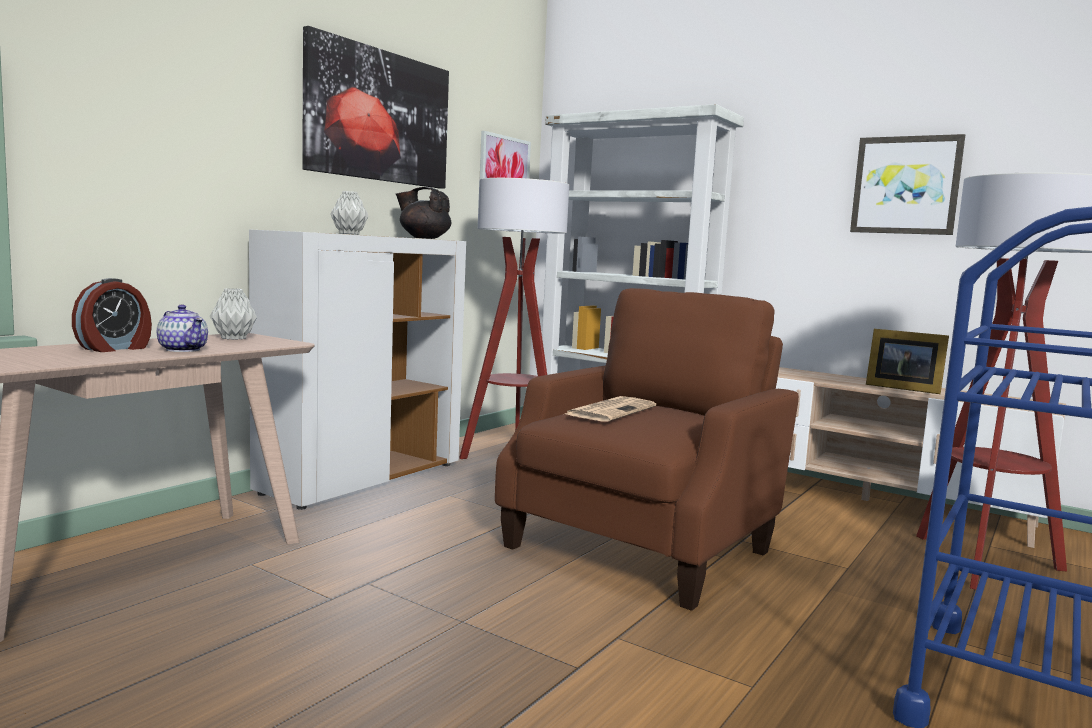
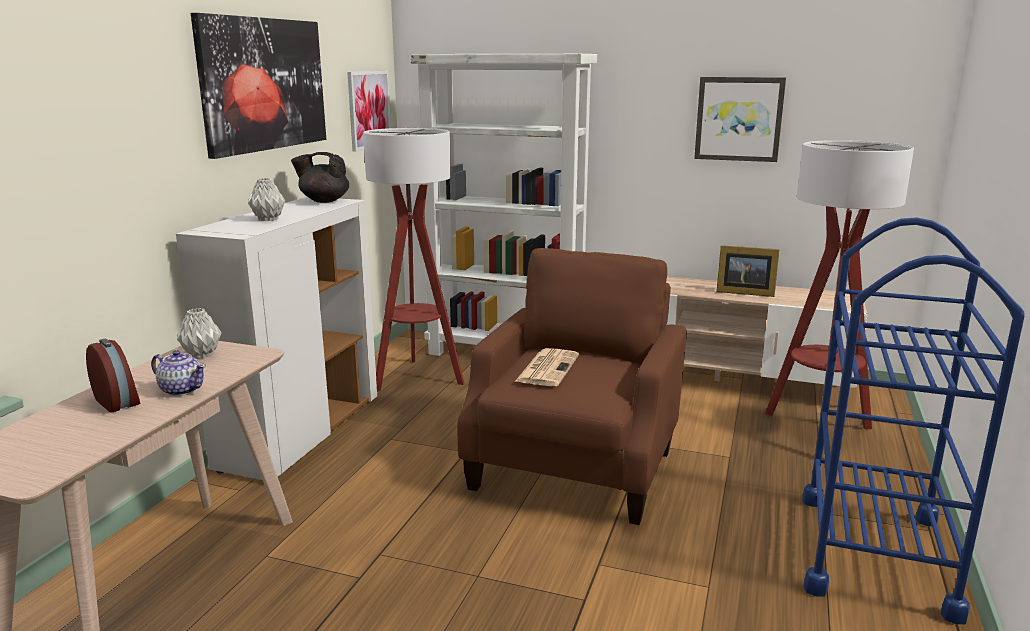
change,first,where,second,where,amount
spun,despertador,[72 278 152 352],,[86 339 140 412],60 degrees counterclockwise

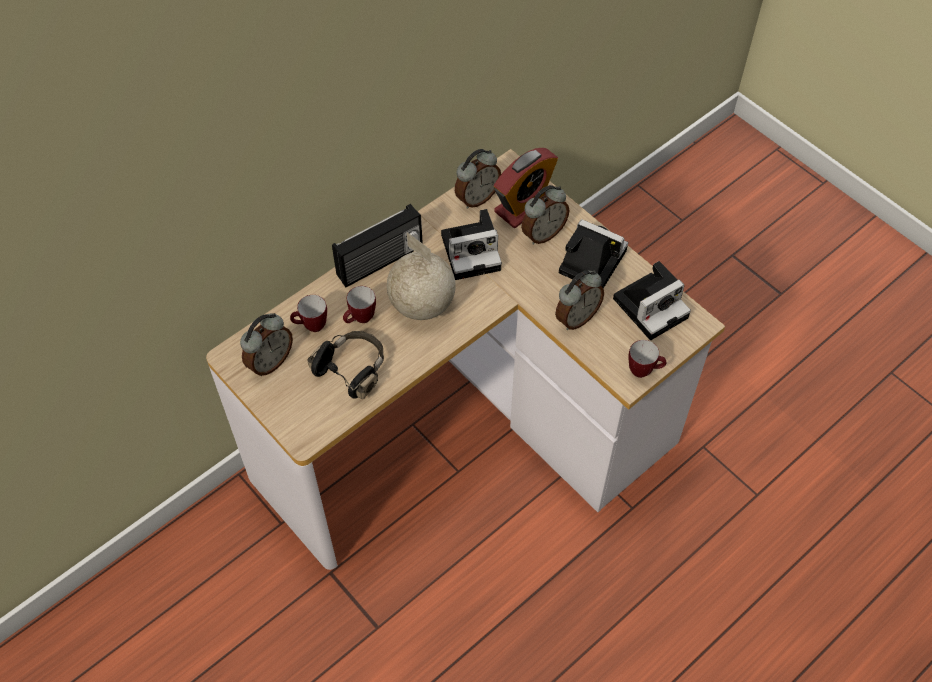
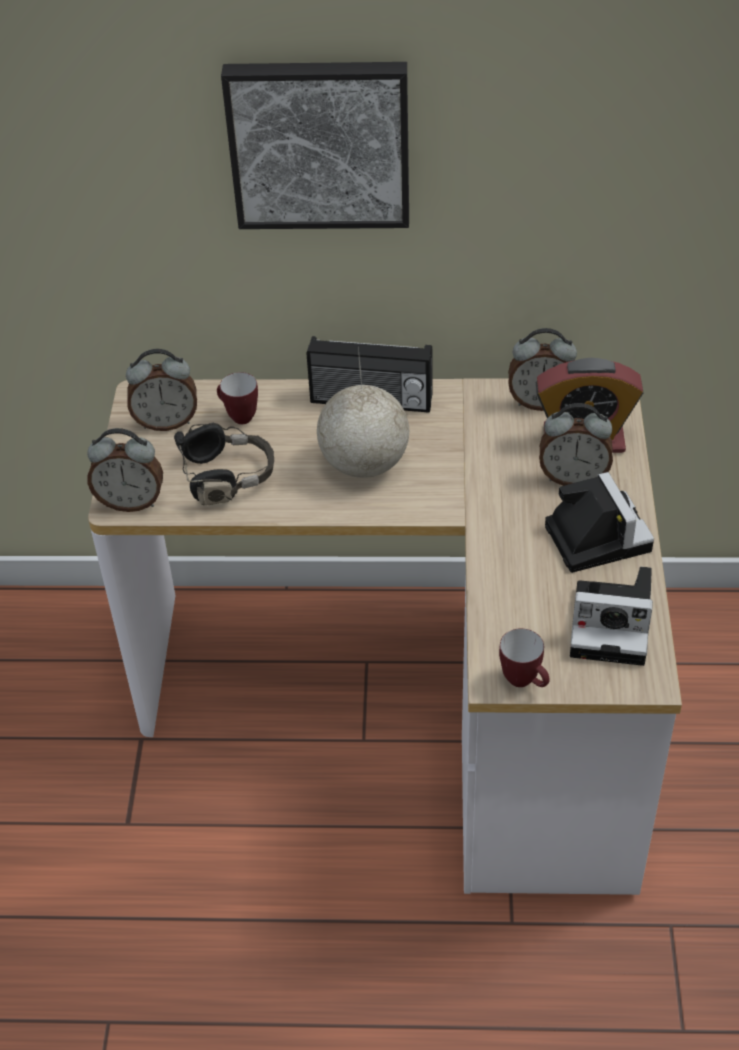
change,first,where,second,where,amount
missing,taza grande,[343 286 376 323],,,
missing,cámara,[441 209 502 280],,,
appeared,,,cuadro,[221 62 409 229],
relocated,despertador,[555 270 604 330],,[87 428 163 512],

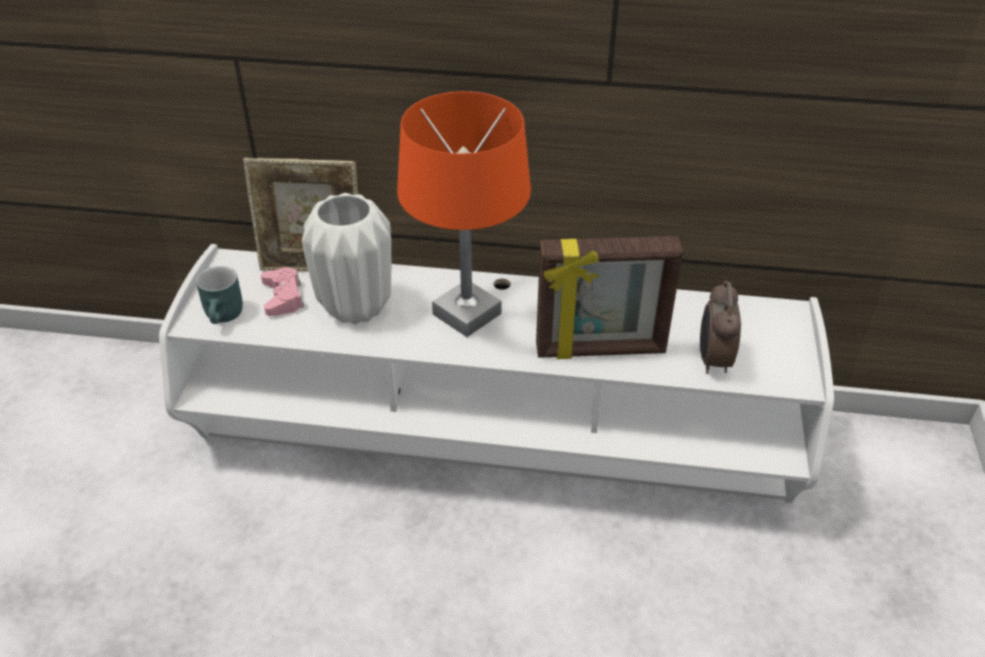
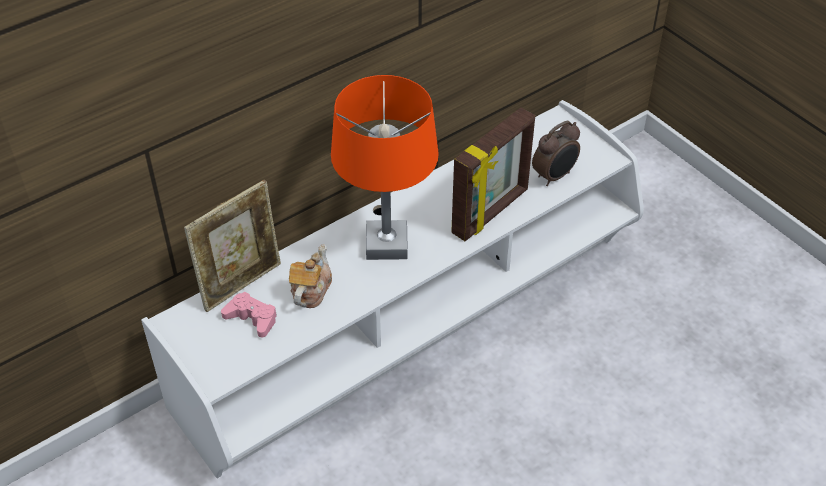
change,first,where,second,where,amount
missing,taza grande/turquesa,[196 266 243 324],,,
exchanged,florero/blanco,[302 193 391 324],tetera,[289 244 332 308],
spun,despertador,[700 280 741 374],,[532 121 580 186],90 degrees counterclockwise

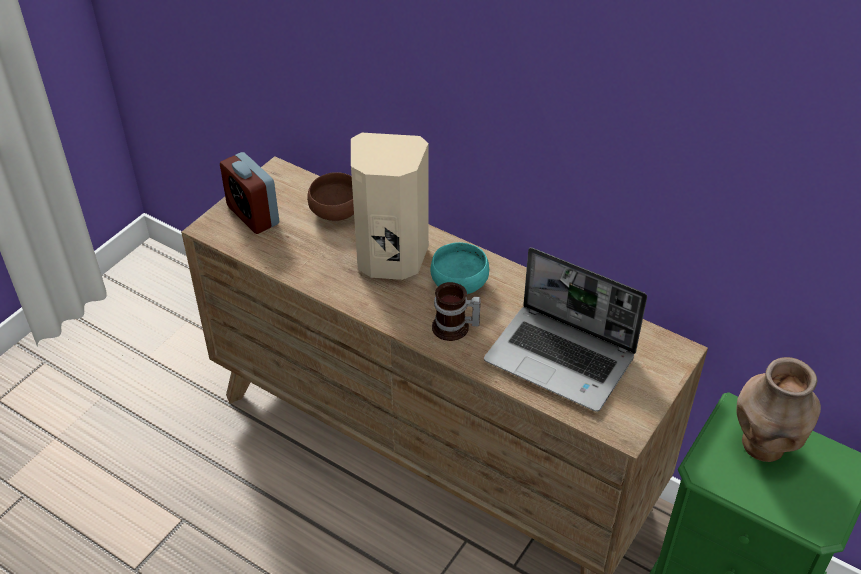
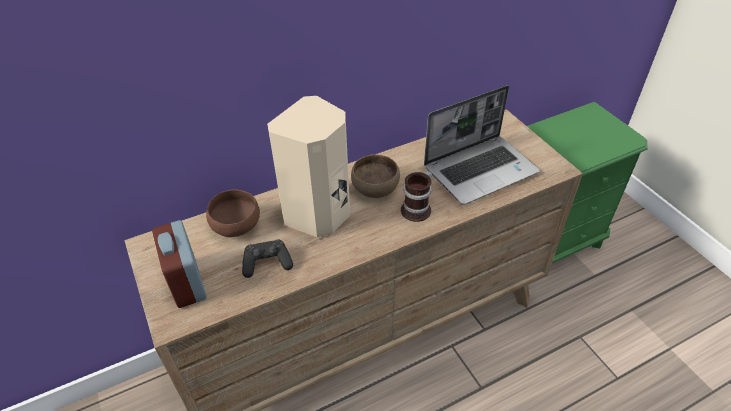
change,first,where,second,where,amount
missing,florero/marrón,[736 357 821 462],,,
appeared,,,mando de consola/negro,[242 239 293 278],
colour,cuenco/turquesa,[430 242 489 294],cuenco/marrón,[351 154 400 198],
spun,despertador,[220 152 280 234],,[152 220 207 308],75 degrees clockwise

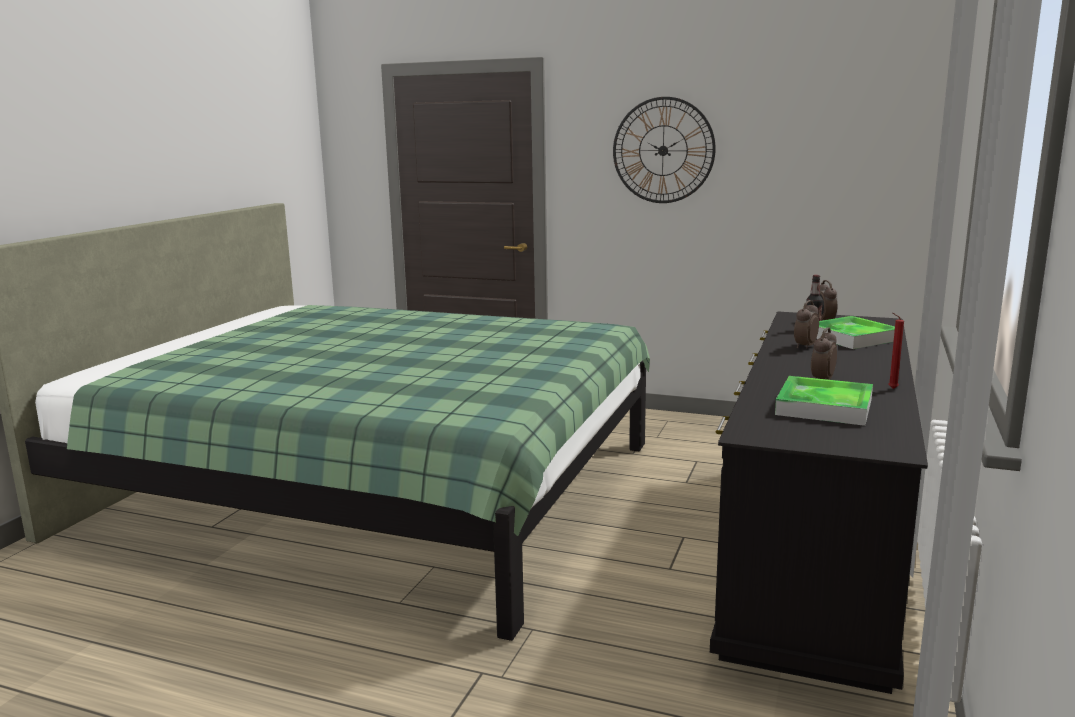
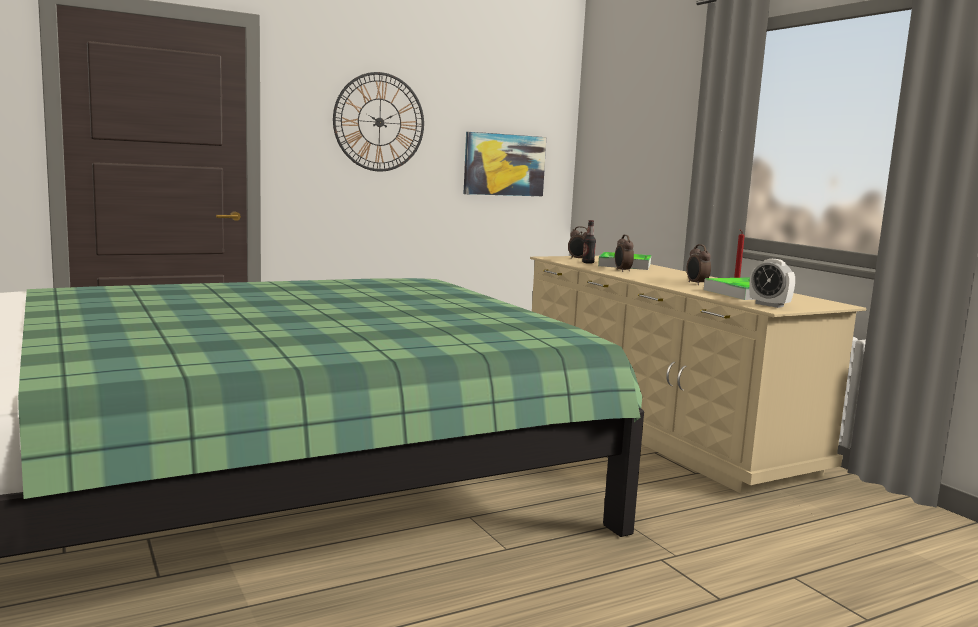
change,first,where,second,where,amount
appeared,,,cuadro,[464 132 546 196],
appeared,,,despertador,[749 259 795 308],
colour,cómoda/negro,[710 311 928 694],cómoda/beis,[530 256 867 494],

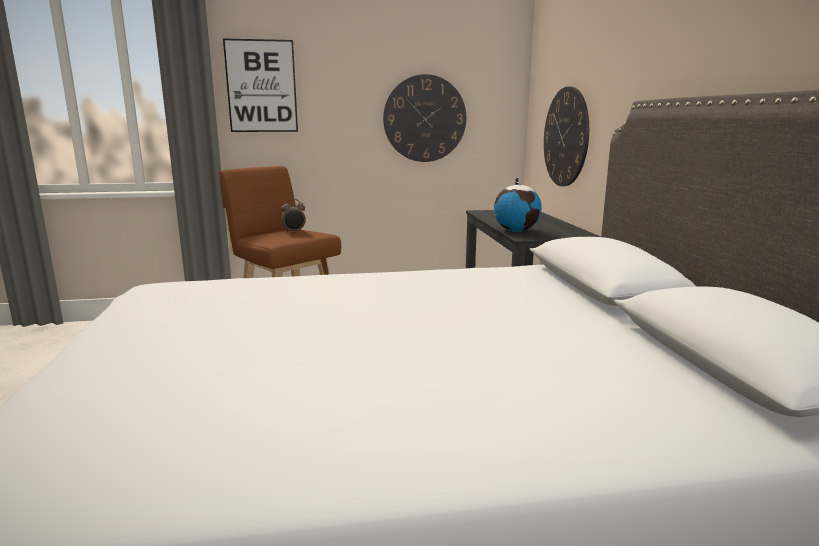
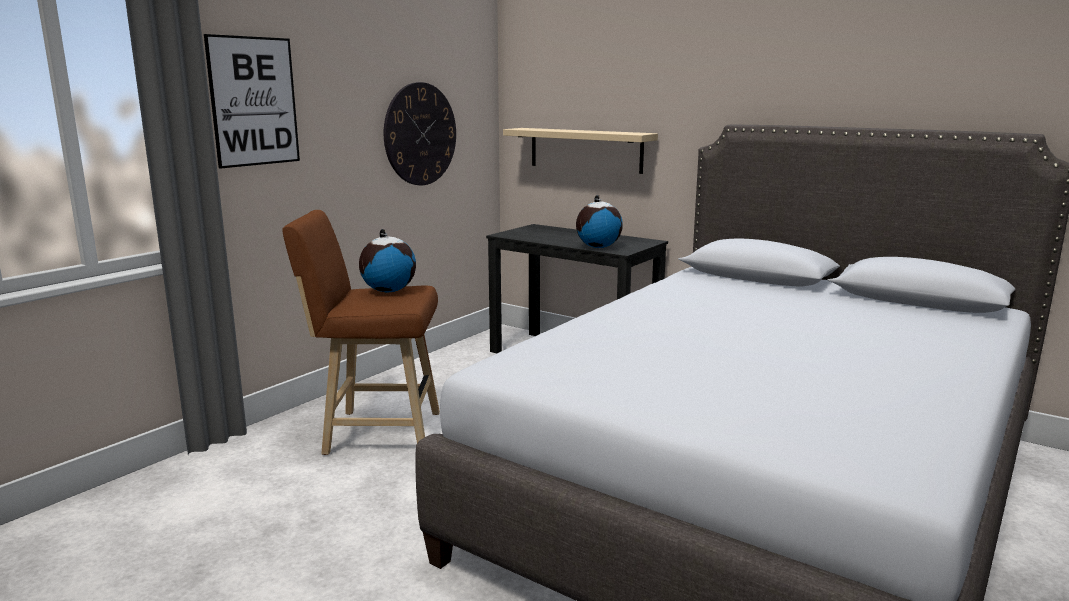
change,first,where,second,where,amount
exchanged,despertador,[281 199 306 233],globo terráqueo,[359 229 416 292],
exchanged,reloj de pared,[544 86 589 186],estante/beis,[503 128 658 174],

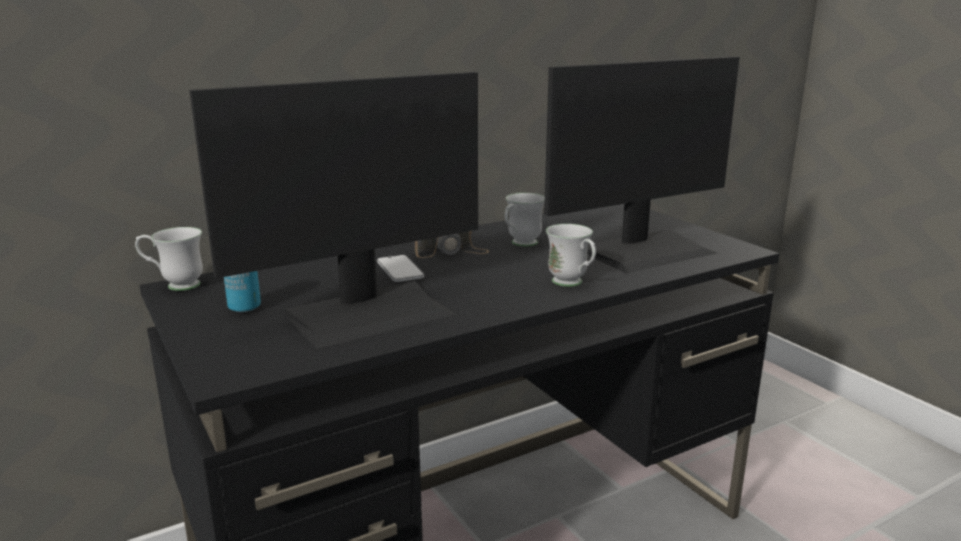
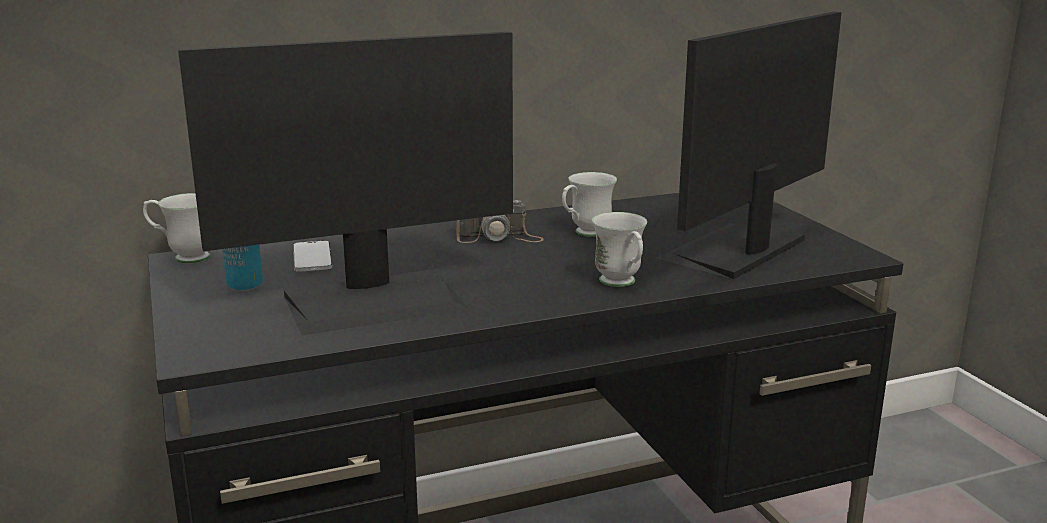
change,first,where,second,where,amount
relocated,móvil,[377 255 424 282],,[293 241 333 272],
spun,monitor,[544 56 740 273],,[656 12 842 279],150 degrees clockwise

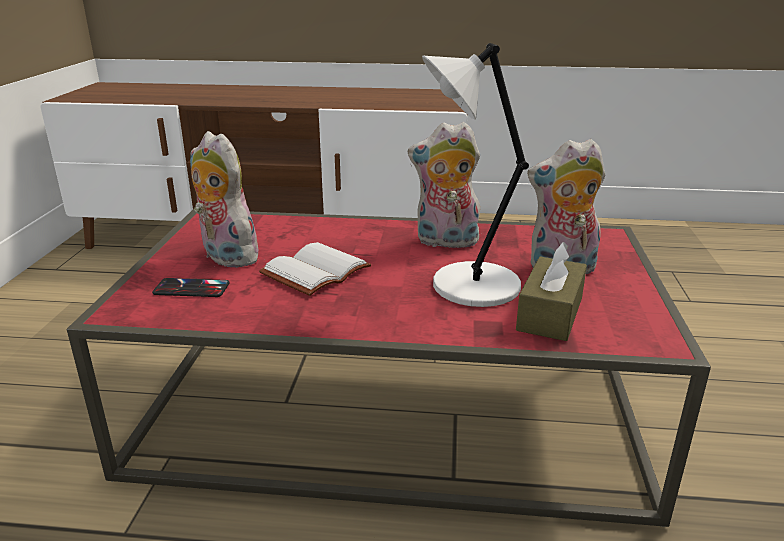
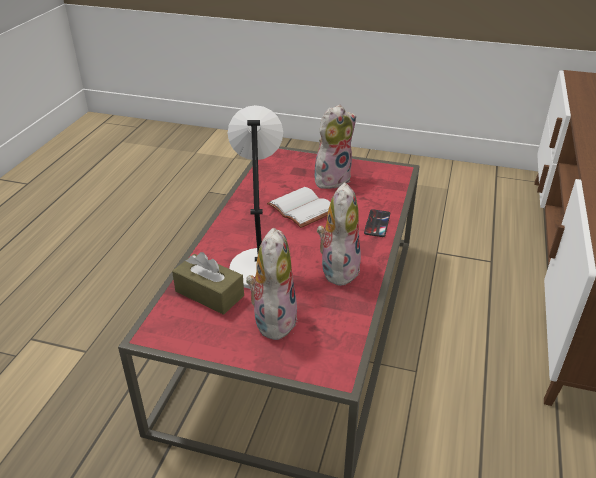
change,first,where,second,where,amount
relocated,móvil,[152 278 230 297],,[364 209 390 237],

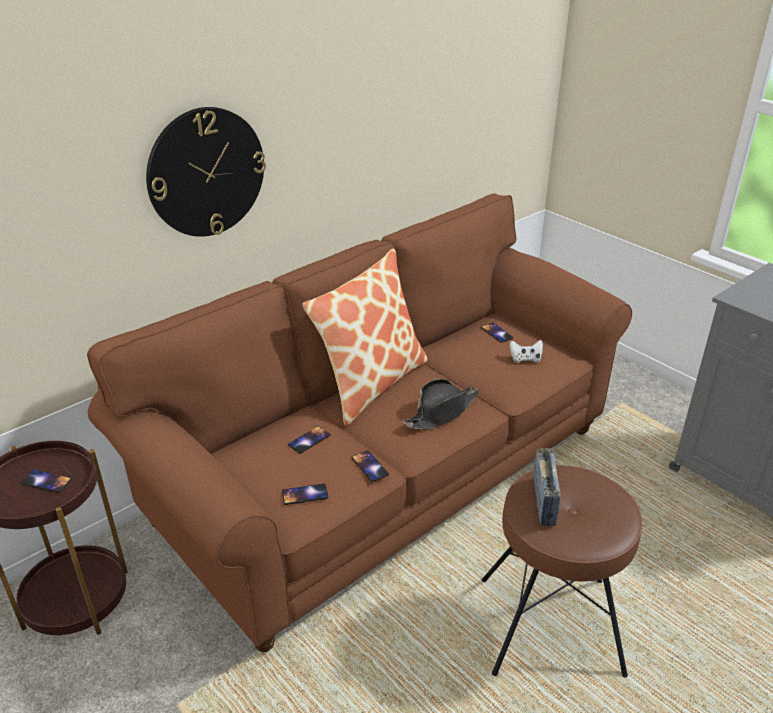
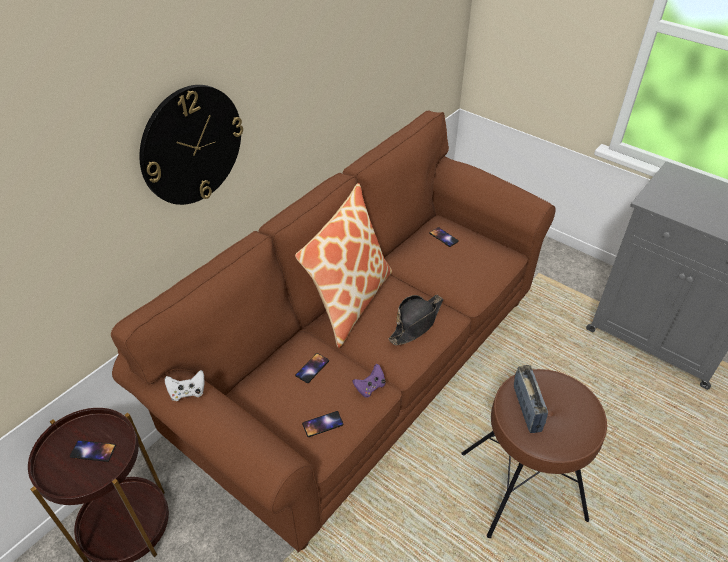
change,first,where,second,where,amount
relocated,mando de consola/blanco,[510 340 543 363],,[165 370 204 401],
exchanged,móvil,[351 450 389 482],mando de consola/morado,[353 364 386 398],

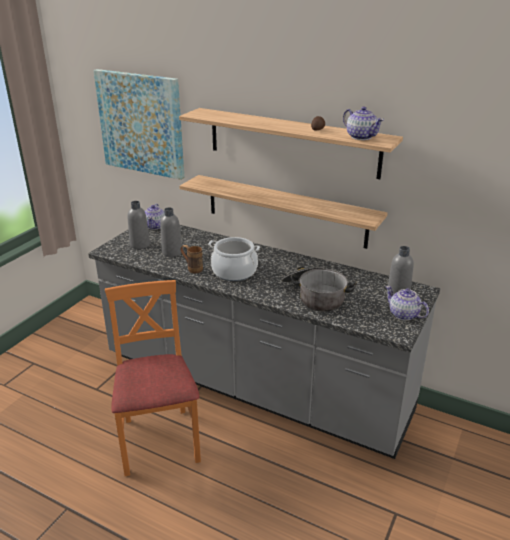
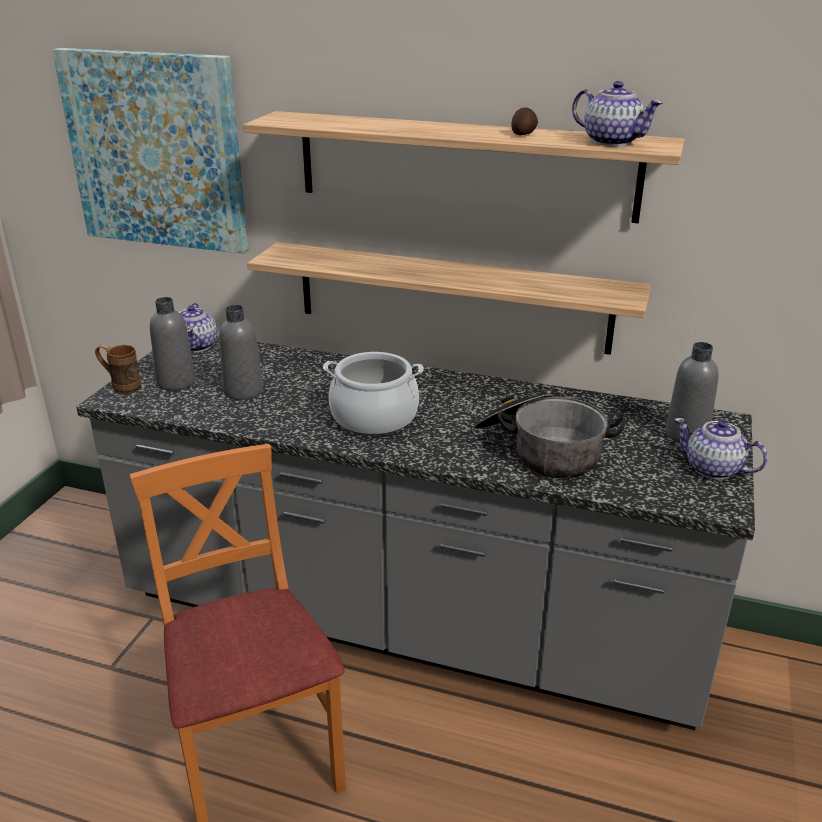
change,first,where,second,where,amount
relocated,taza grande/marrón,[180 245 203 273],,[95 344 141 394],

